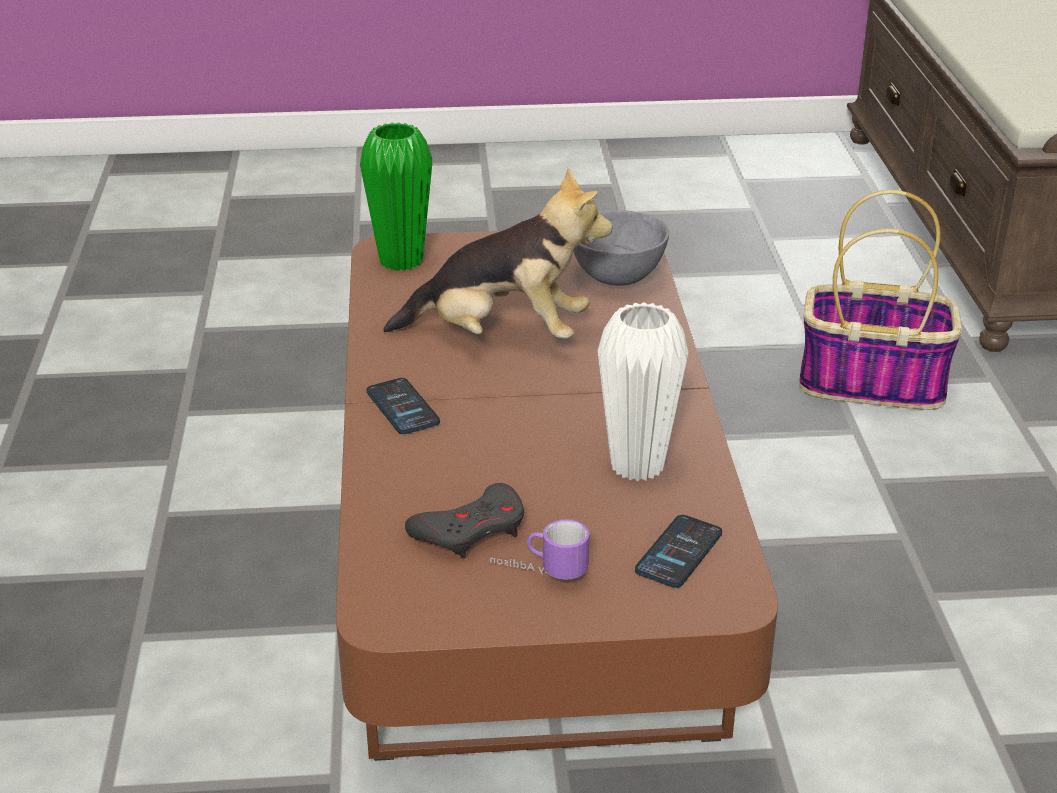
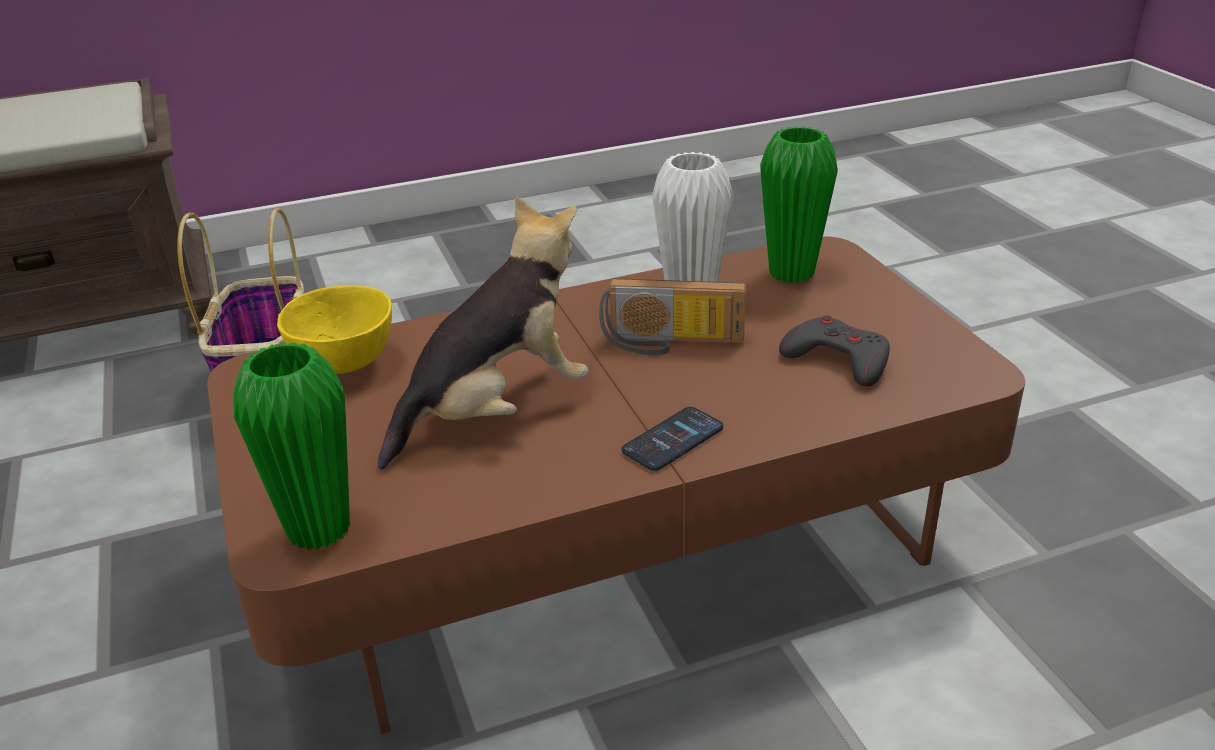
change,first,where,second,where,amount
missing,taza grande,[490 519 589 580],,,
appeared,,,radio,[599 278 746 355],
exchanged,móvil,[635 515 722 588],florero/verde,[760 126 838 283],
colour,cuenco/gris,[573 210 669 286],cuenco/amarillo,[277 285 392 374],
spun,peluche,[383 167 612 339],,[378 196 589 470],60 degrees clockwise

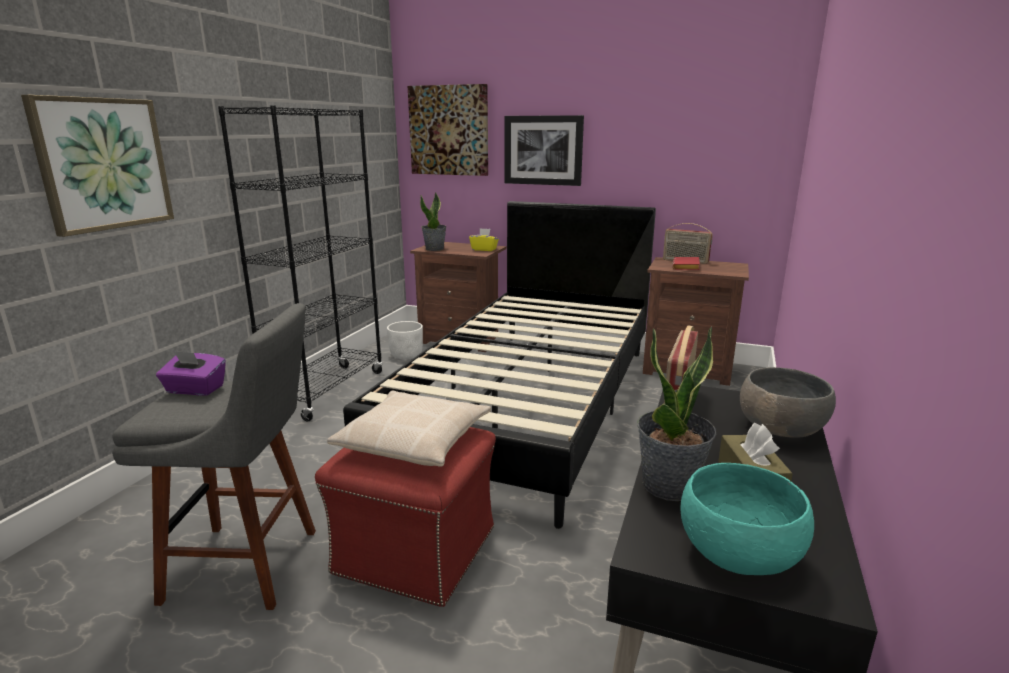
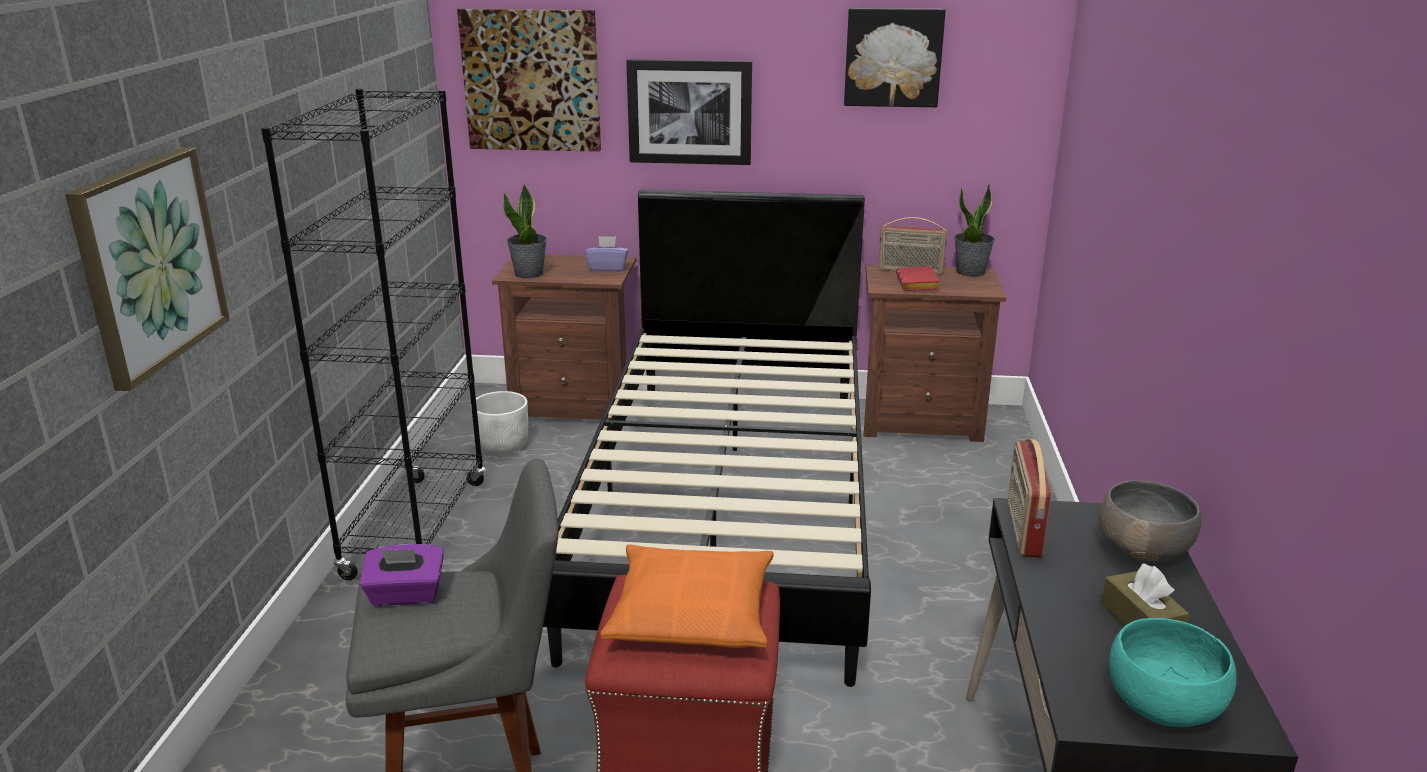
change,first,where,second,where,amount
appeared,,,cuadro,[844 8 946 108],
relocated,planta en maceta,[637 326 716 501],,[954 183 995 277],
colour,cojín/beis,[327 391 491 467],cojín/naranja,[600 544 773 648],
colour,caja de pañuelos/amarillo,[469 228 499 251],caja de pañuelos/morado,[585 236 629 272],

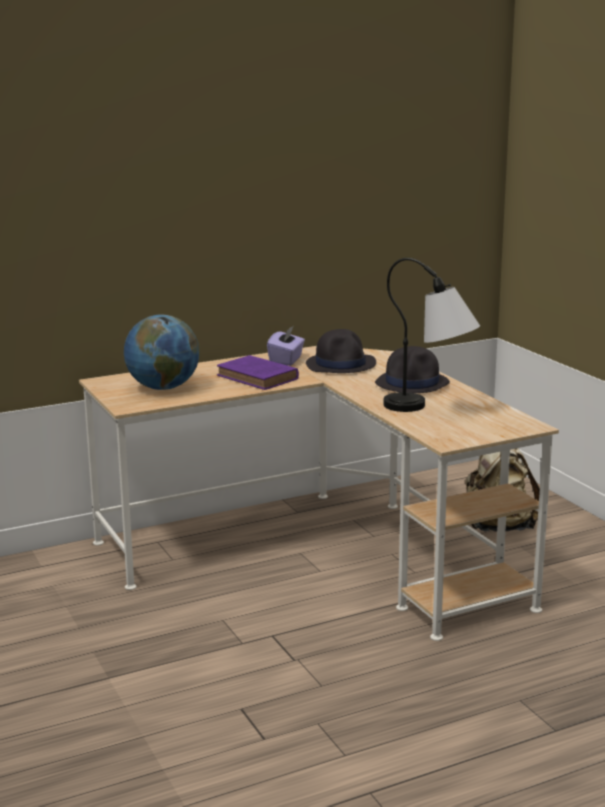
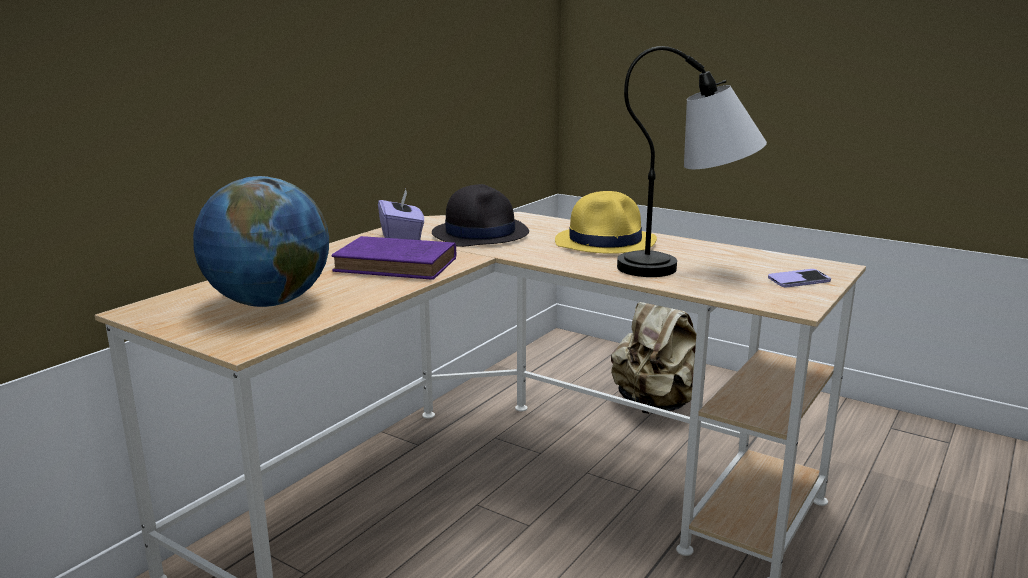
change,first,where,second,where,amount
appeared,,,móvil,[768 269 831 287],
colour,sombrero/negro,[375 346 450 393],sombrero/amarillo,[555 191 657 254],

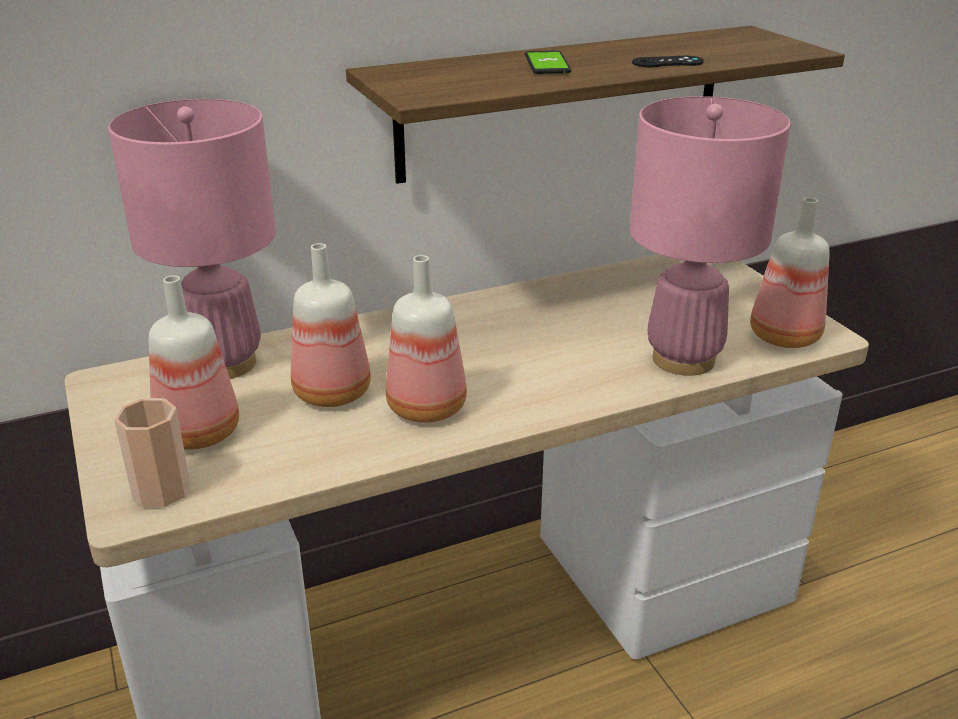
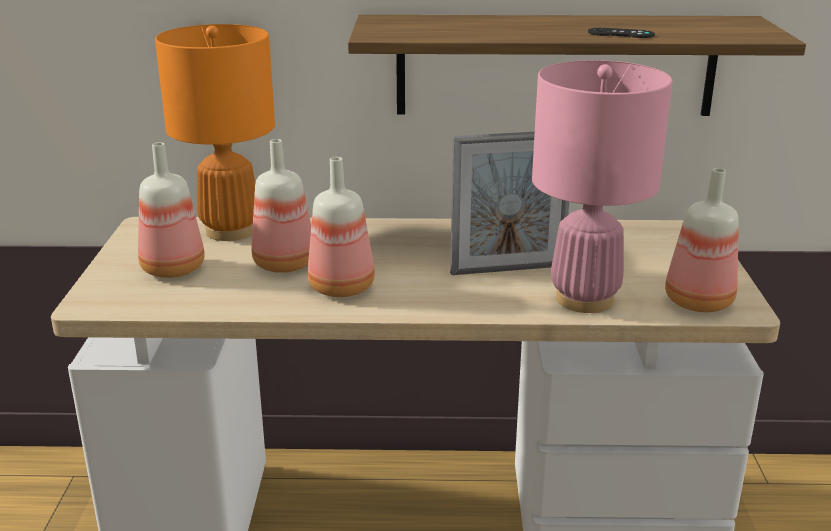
change,first,where,second,where,amount
missing,taza,[114 398 191 507],,,
missing,móvil,[525 51 571 74],,,
appeared,,,portarretratos,[450 132 569 275],
colour,lámpara de mesa/rosa,[108 99 276 379],lámpara de mesa/naranja,[155 24 275 241],

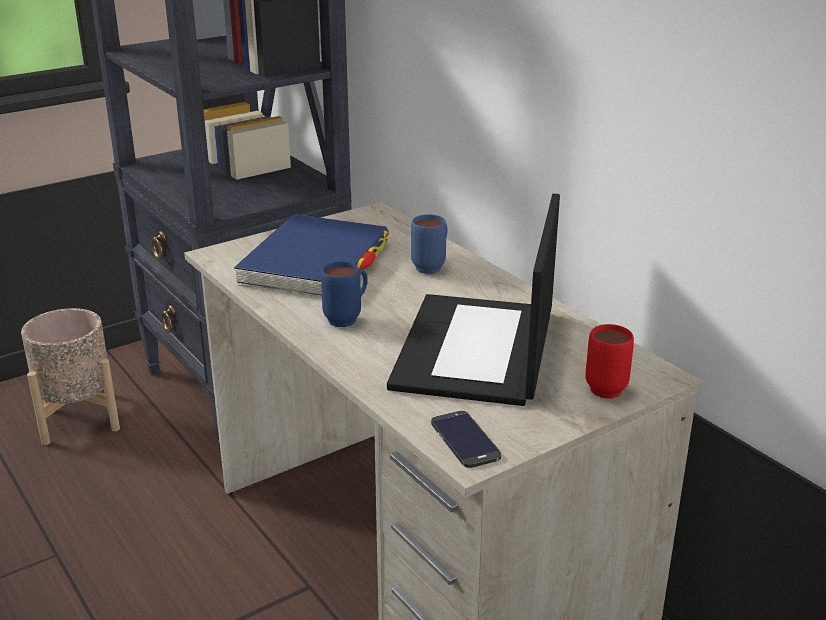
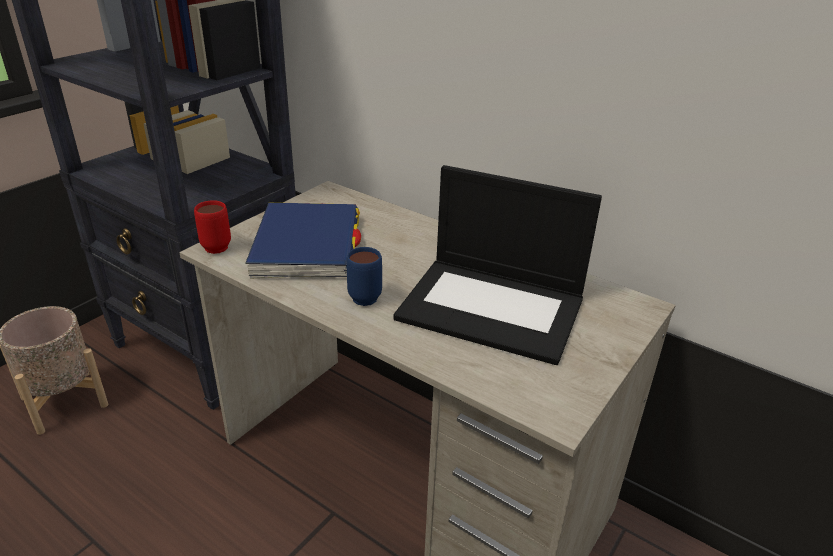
change,first,where,second,where,amount
missing,taza grande/azul,[411 214 448 274],,,
missing,móvil,[431 411 501 468],,,
relocated,taza grande/rojo,[586 324 634 399],,[194 200 231 254],
spun,portátil,[387 193 560 406],,[393 165 602 365],60 degrees counterclockwise

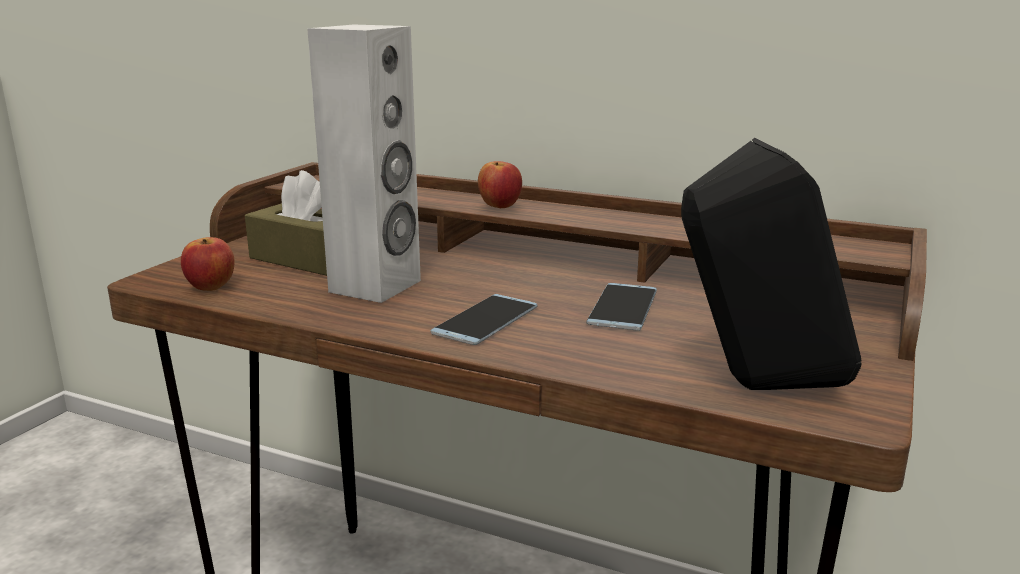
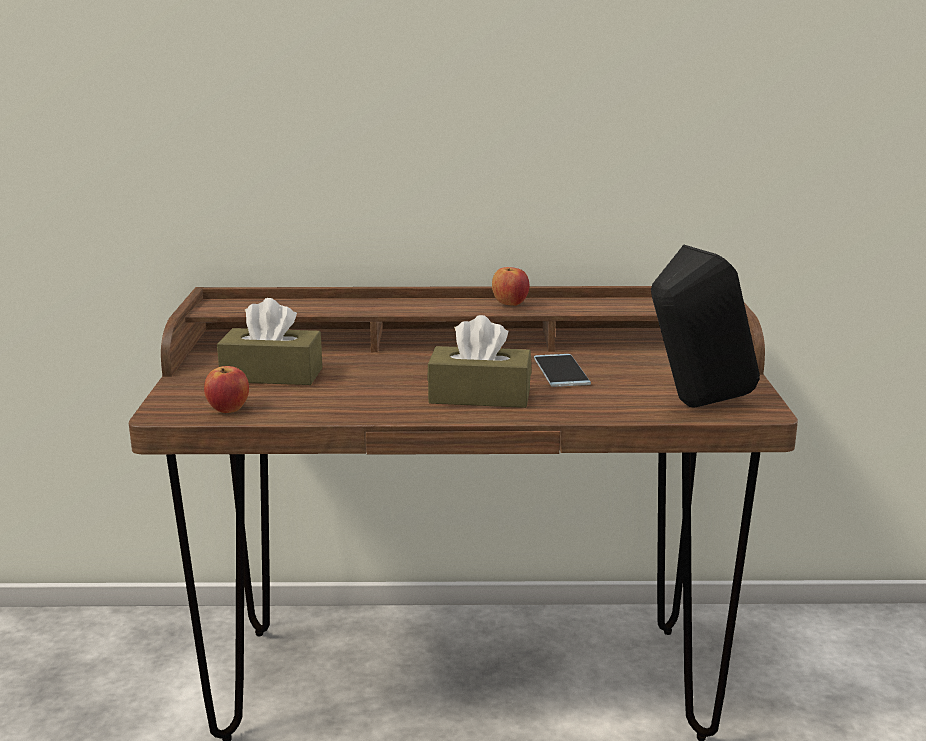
change,first,where,second,where,amount
missing,altavoz/blanco,[307 25 421 303],,,
relocated,manzana,[478 161 522 208],,[492 267 529 306],
exchanged,móvil,[431 294 538 345],caja de pañuelos/marrón,[427 315 531 408],

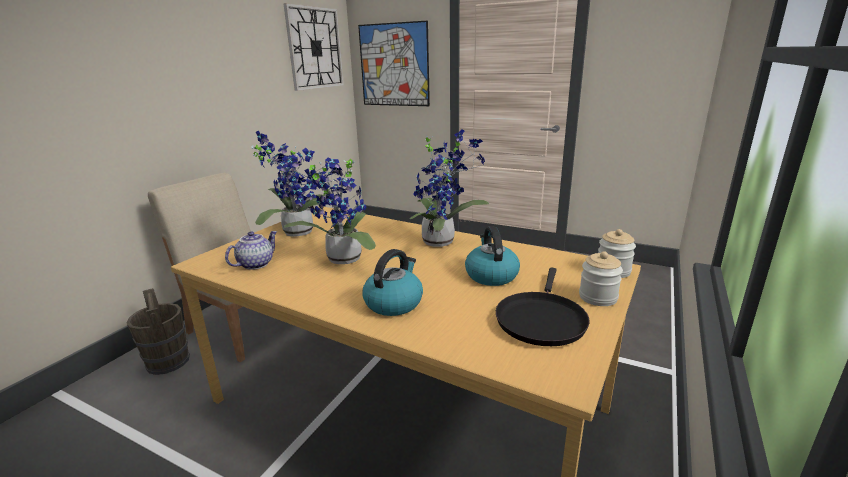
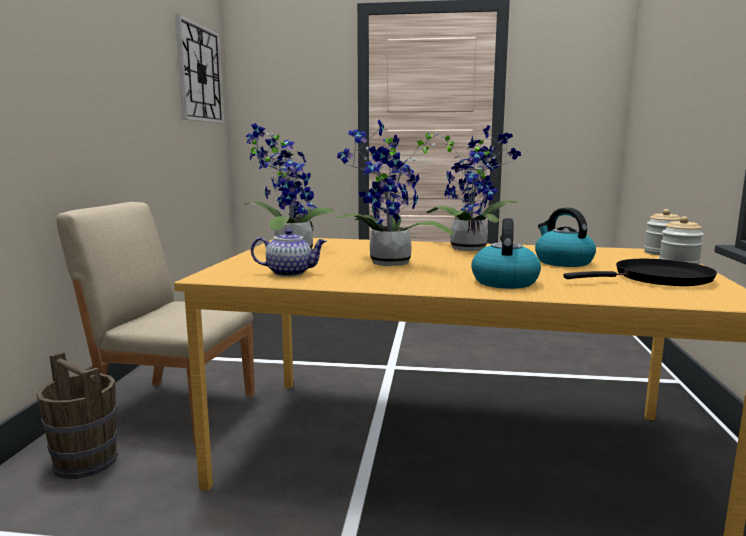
change,first,where,second,where,amount
missing,cuadro,[358 21 430 106],,,
spun,tetera,[225 231 277 270],,[251 229 327 277],75 degrees clockwise
spun,sartén/negro,[496 268 590 346],,[564 259 717 286],105 degrees counterclockwise

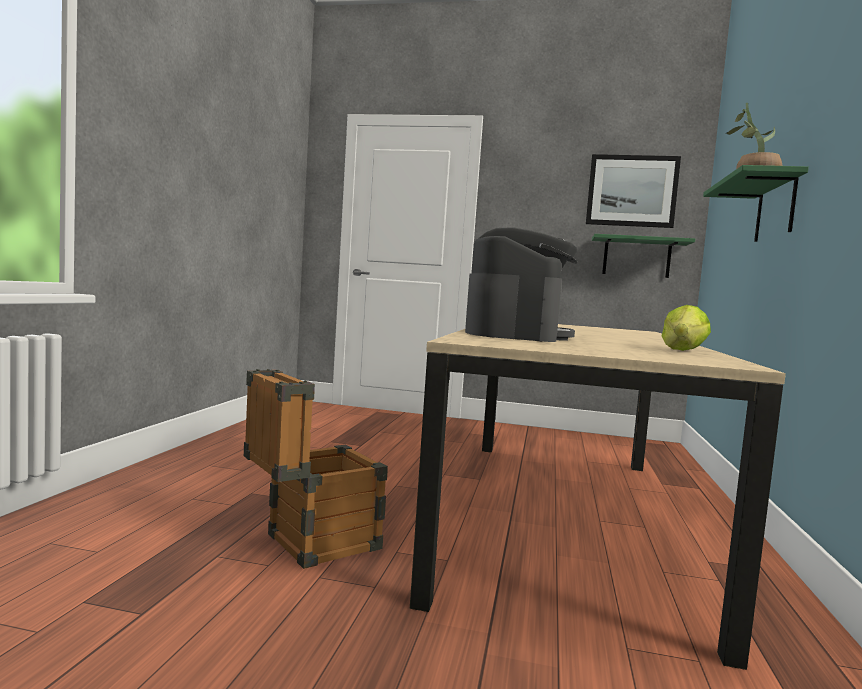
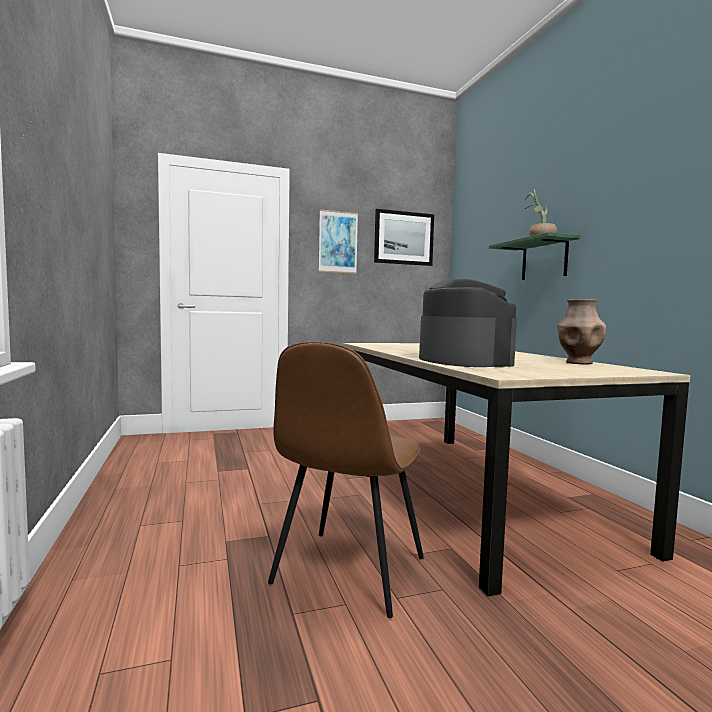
change,first,where,second,where,amount
missing,estante/verde,[592 234 695 278],,,
appeared,,,cuadro,[319 209 358 274],
exchanged,caja de embalaje,[244 369 388 569],silla/marrón,[268 342 424 618],
exchanged,lechuga,[662 305 711 351],florero/marrón,[557 299 606 364],

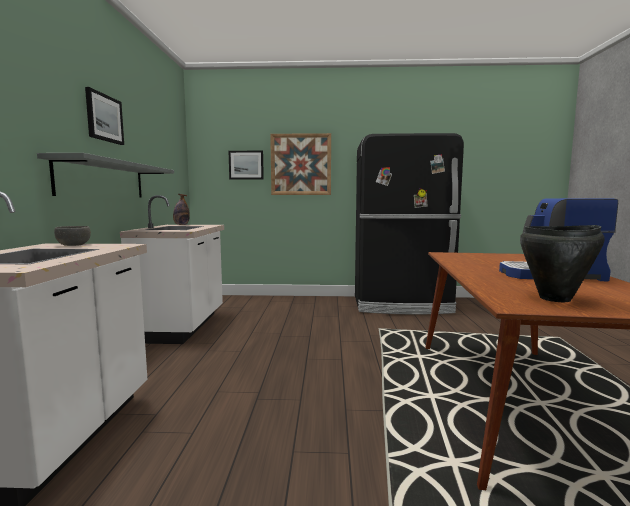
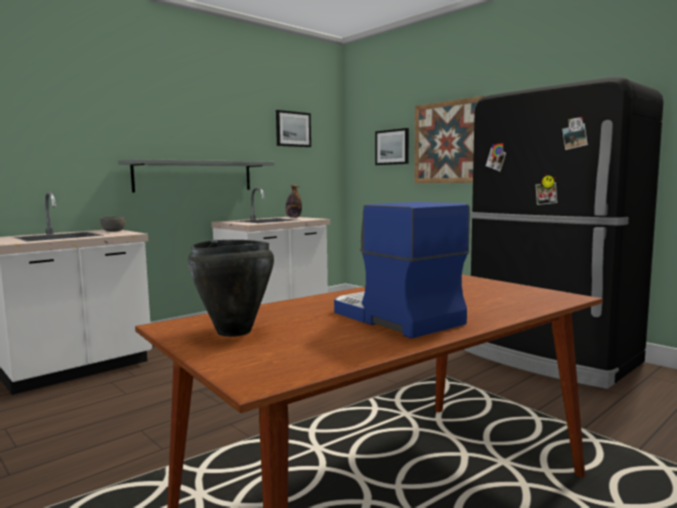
change,first,where,second,where,amount
relocated,cuadro,[85 87 124 145],,[276 110 311 147],

